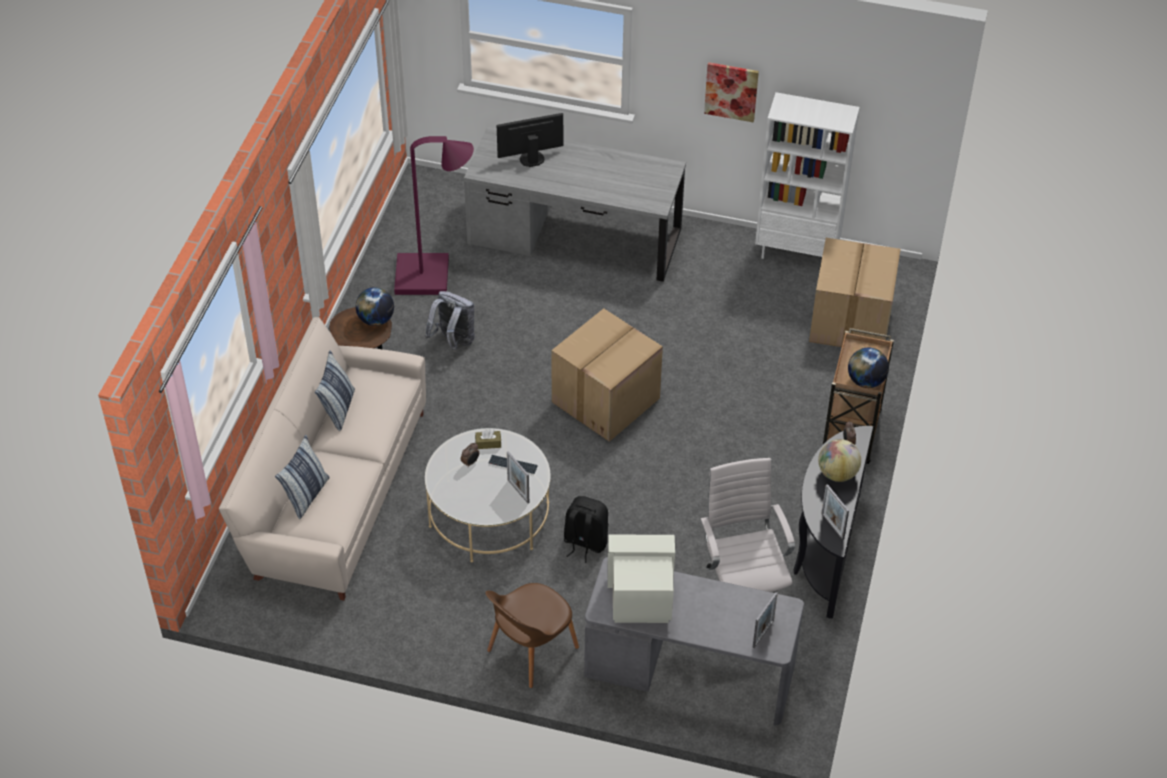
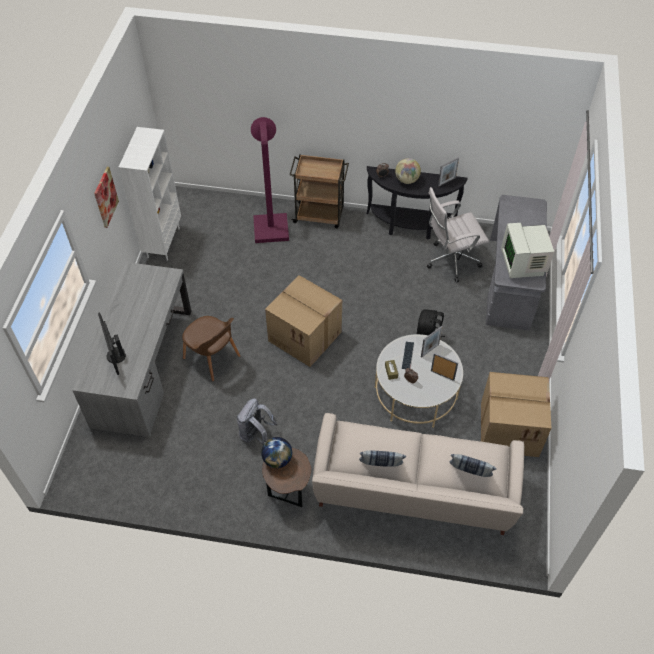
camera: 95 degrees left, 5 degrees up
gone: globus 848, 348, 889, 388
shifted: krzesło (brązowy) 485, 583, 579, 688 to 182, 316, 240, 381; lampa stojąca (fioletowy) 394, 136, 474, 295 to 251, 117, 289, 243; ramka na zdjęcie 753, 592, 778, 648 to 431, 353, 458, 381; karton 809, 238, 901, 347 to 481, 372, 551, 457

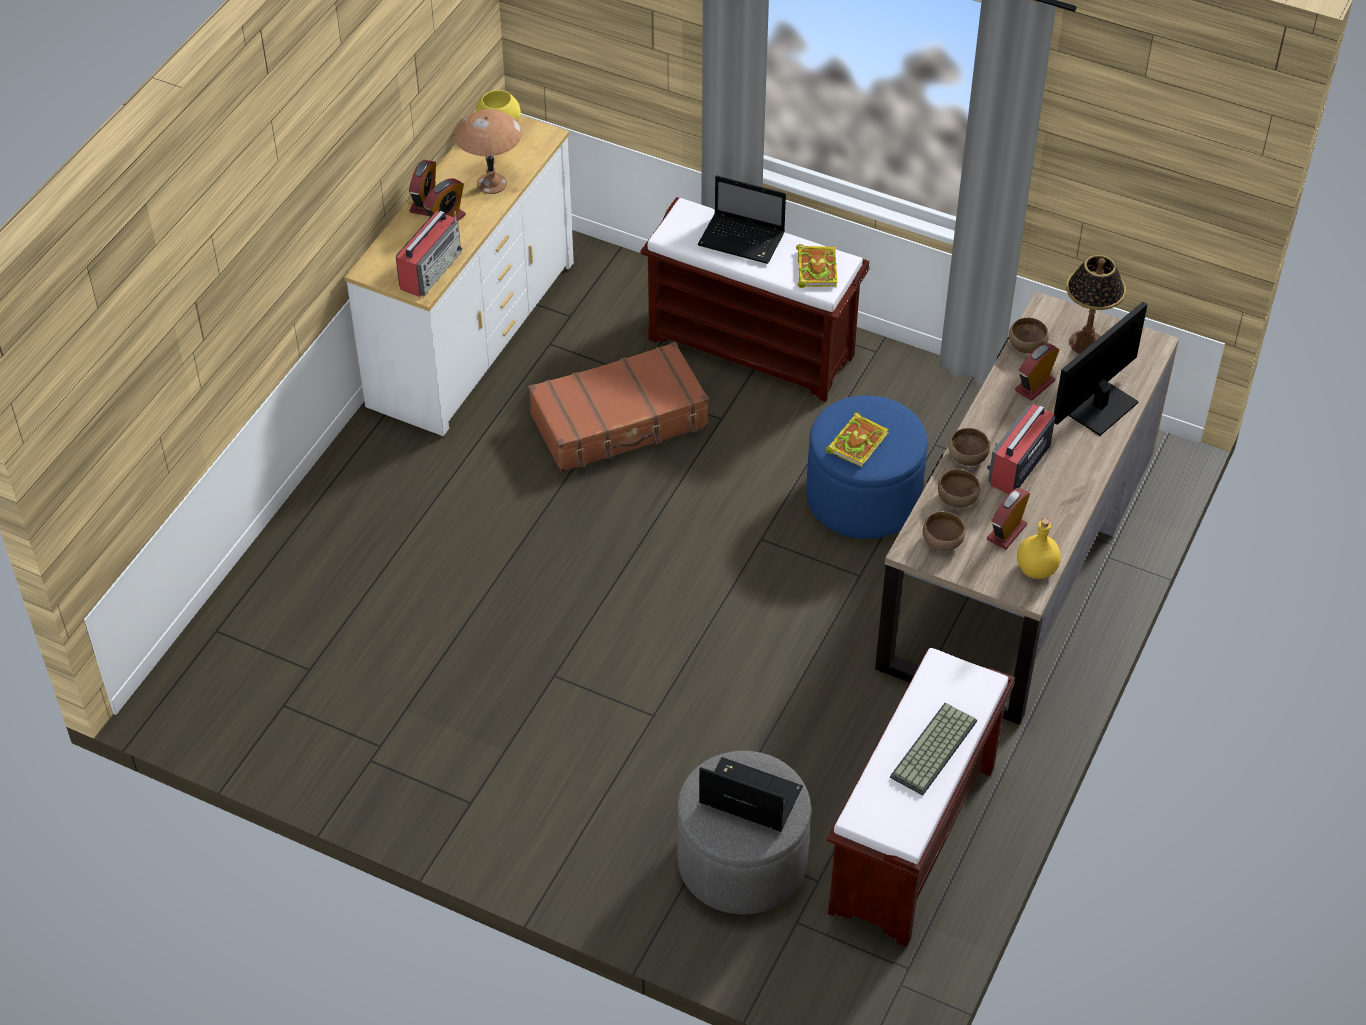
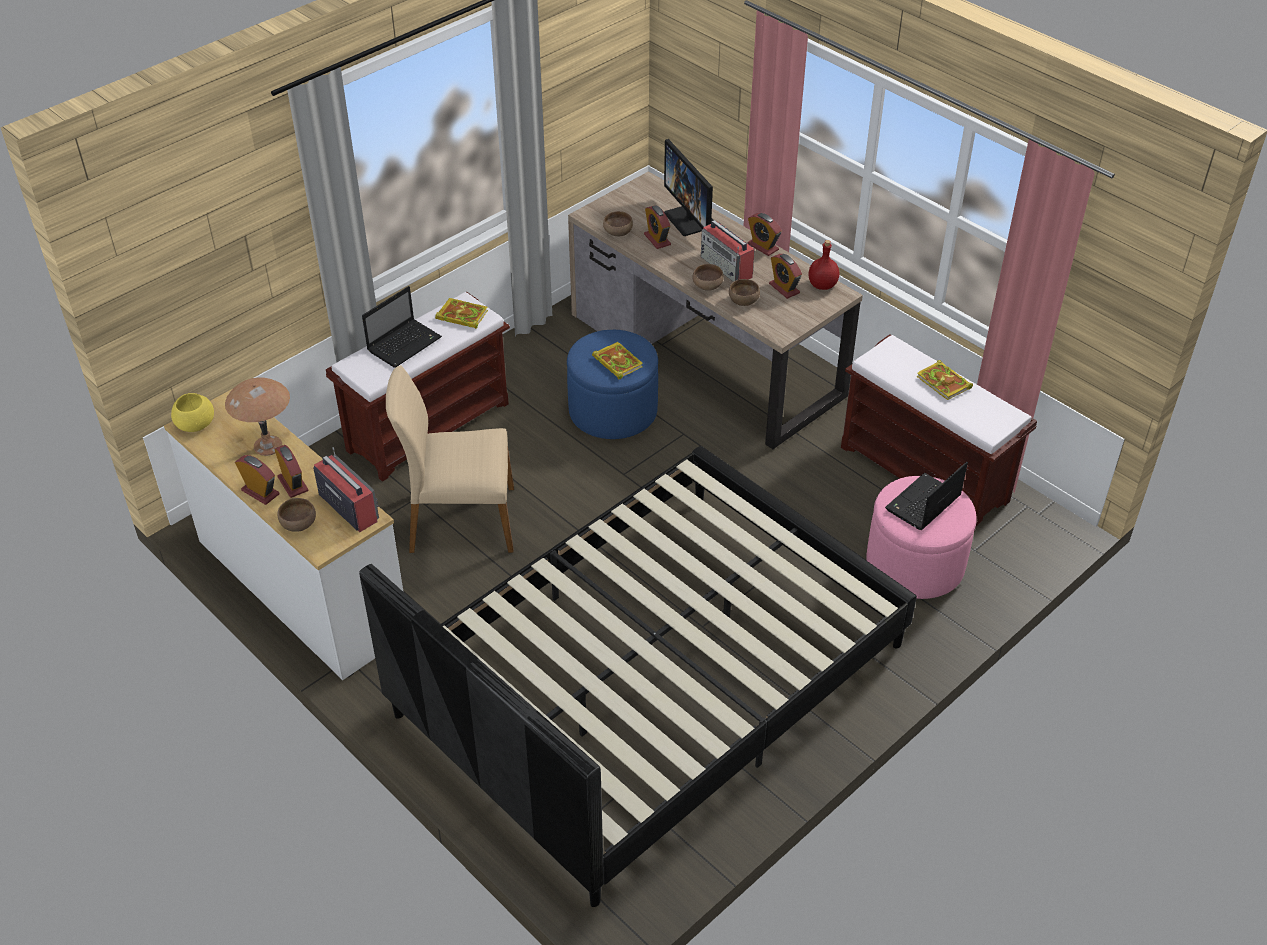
camera: 70 degrees left, 5 degrees down
gone: lampa stołowa 1066, 255, 1126, 354
new: łóżko (czarny) 359, 446, 917, 907; budzik 747, 213, 782, 256
shifted: miska (brązowy) 923, 511, 966, 551 to 278, 498, 316, 532
swapped: walizka (brązowy) 528, 342, 709, 472 to krzesło (beżowy) 386, 365, 514, 553; klawiatura 890, 703, 977, 796 to książka 916, 360, 973, 400
repainted: butelka (żółty) 1017, 518, 1061, 579 to butelka (czerwony) 808, 240, 839, 290; pufa (szary) 677, 751, 811, 915 to pufa (różowy) 866, 476, 977, 599

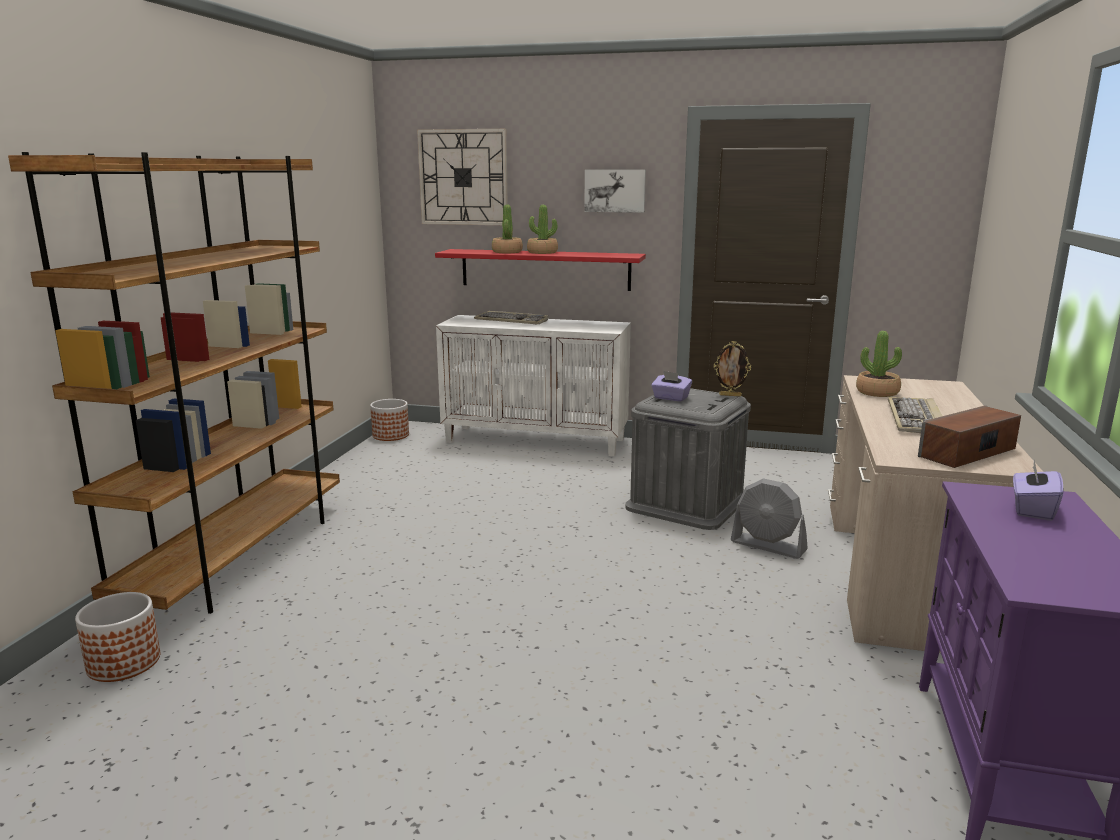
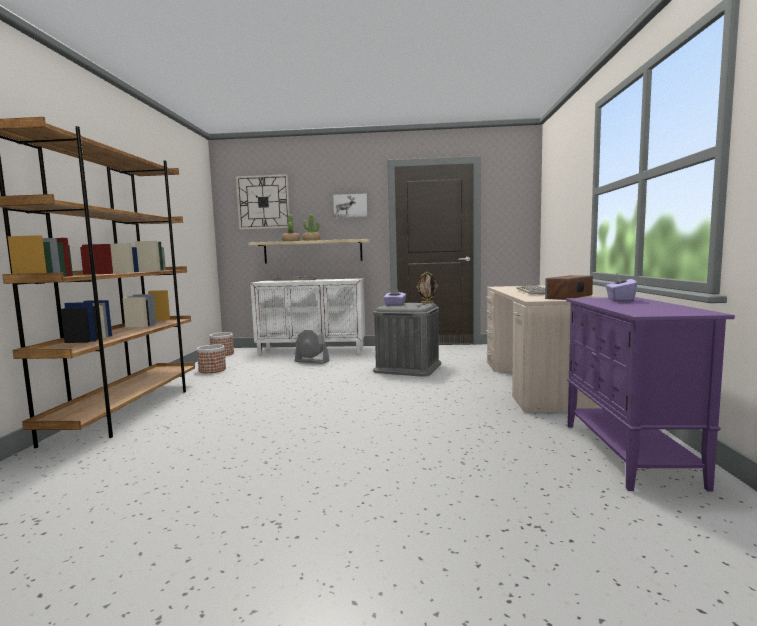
camera: 10 degrees left, 10 degrees down
gone: roślina doniczkowa 856, 331, 902, 397
shifted: donica 75, 592, 160, 682 to 197, 344, 226, 373; wentylator (szary) 731, 478, 808, 559 to 295, 328, 330, 364
repainted: półka (czerwony) 435, 249, 646, 291 to półka (beżowy) 249, 239, 370, 263

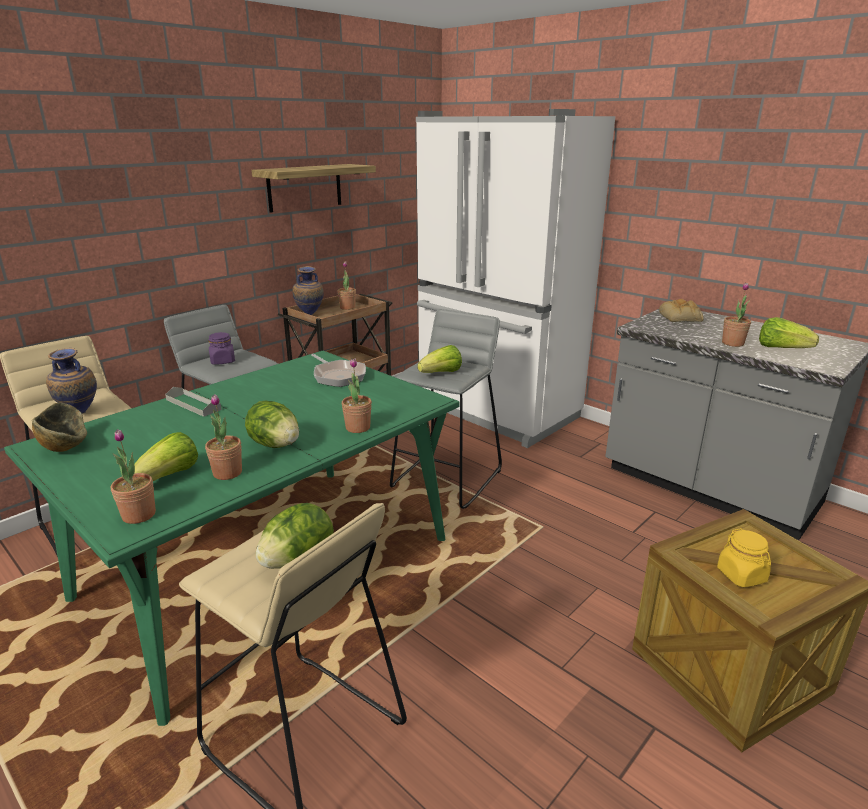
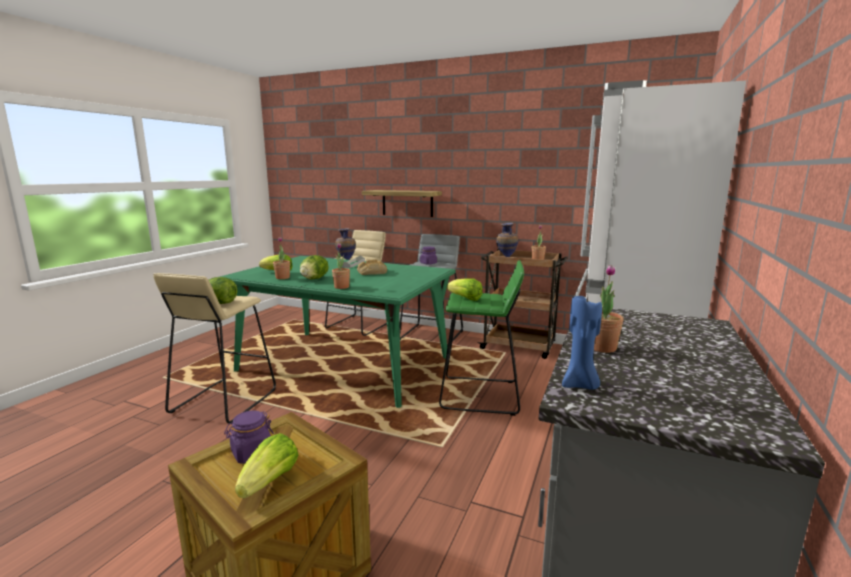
camera: 70 degrees right, 10 degrees down
gone: miska 32, 403, 87, 452; roślina doniczkowa 111, 429, 156, 524; patelnia 312, 354, 366, 387
new: świeca (niebieski) 562, 295, 602, 390
shifted: sałata 759, 317, 819, 348 to 235, 433, 299, 499; chleb 659, 299, 704, 322 to 357, 260, 387, 275; półka 251, 164, 376, 213 to 362, 190, 442, 217
repainted: słoik (żółty) 717, 528, 771, 587 to słoik (fioletowy) 224, 410, 274, 464; stołek (szary) 390, 309, 502, 509 to stołek (zielony) 439, 260, 524, 416

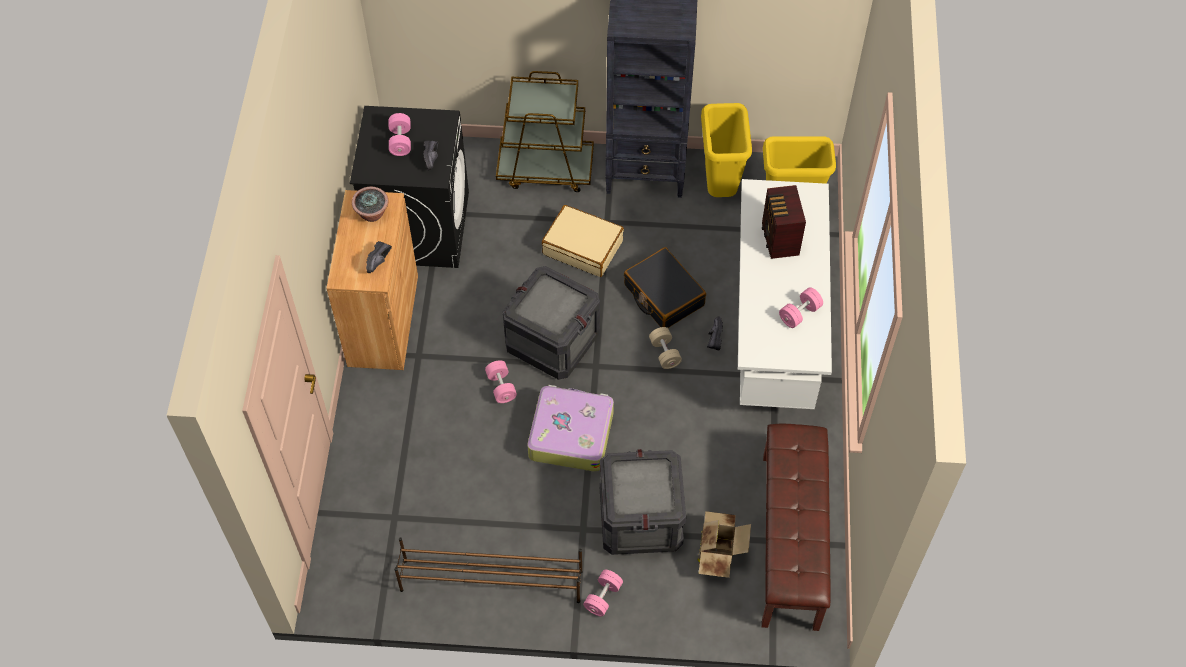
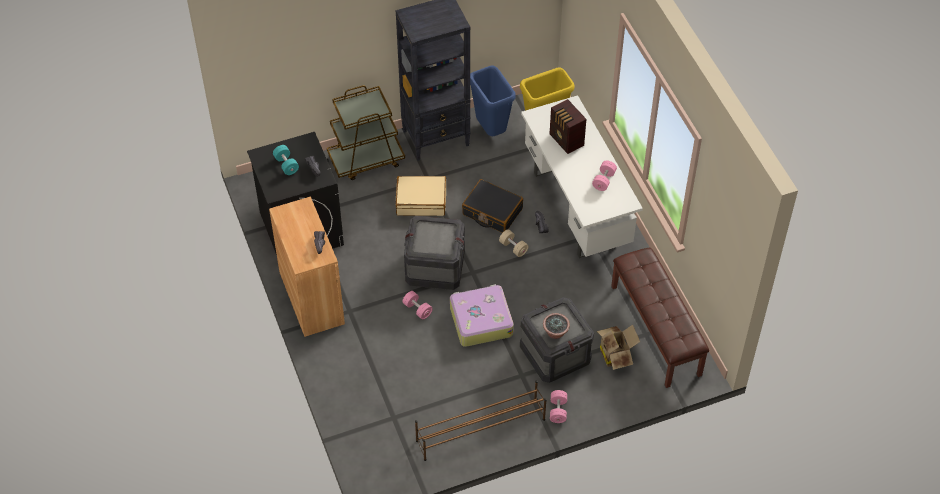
camera: 25 degrees left, 5 degrees down
shifted: roślina doniczkowa 352, 187, 388, 222 to 543, 313, 570, 339
repainted: hantel (różowy) 389, 113, 411, 156 to hantel (turkusowy) 273, 145, 299, 175; kosz na śmieci (żółty) 701, 103, 752, 197 to kosz na śmieci (niebieski) 470, 66, 516, 136

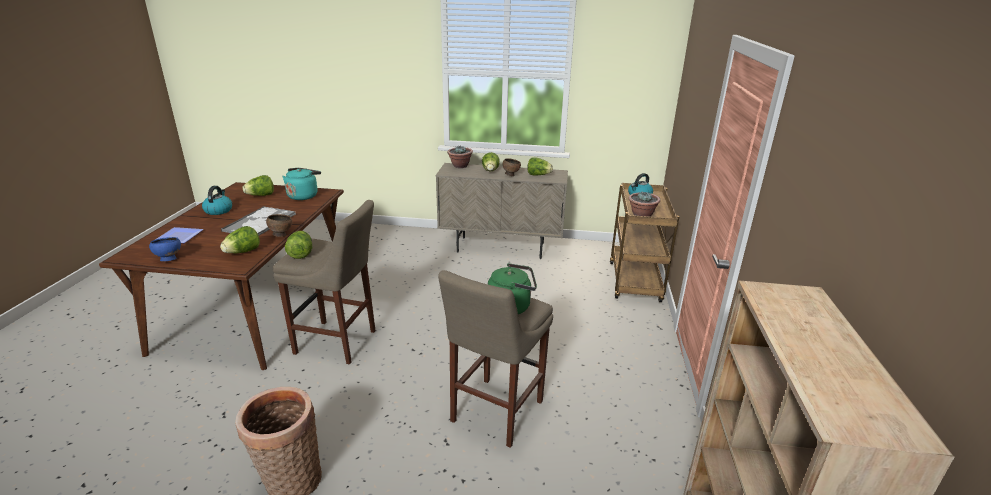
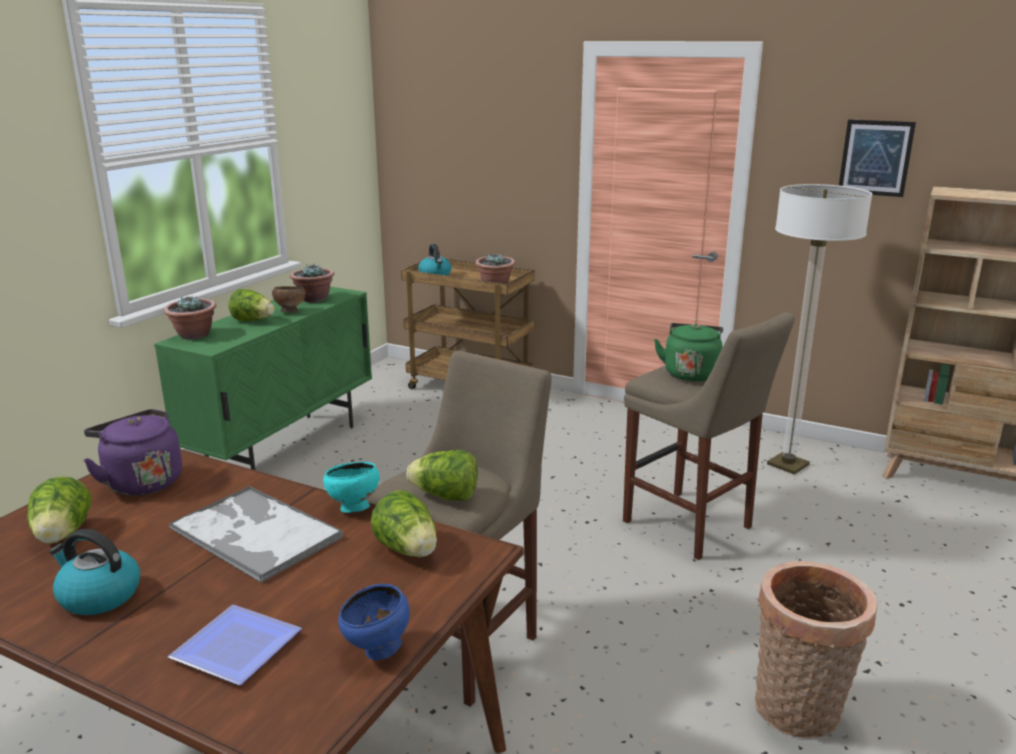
camera: 70 degrees left, 5 degrees down
new: lampa stojąca 767, 184, 872, 474; obraz 839, 119, 916, 197
swapped: sałata 527, 157, 553, 176 to roślina doniczkowa 289, 263, 334, 303
repainted: czajnik (turkusowy) 282, 168, 321, 200 to czajnik (fioletowy) 83, 409, 182, 496; szafka (beżowy) 436, 163, 568, 259 to szafka (zielony) 154, 287, 372, 470; miska (brązowy) 266, 214, 292, 237 to miska (turkusowy) 323, 462, 380, 513

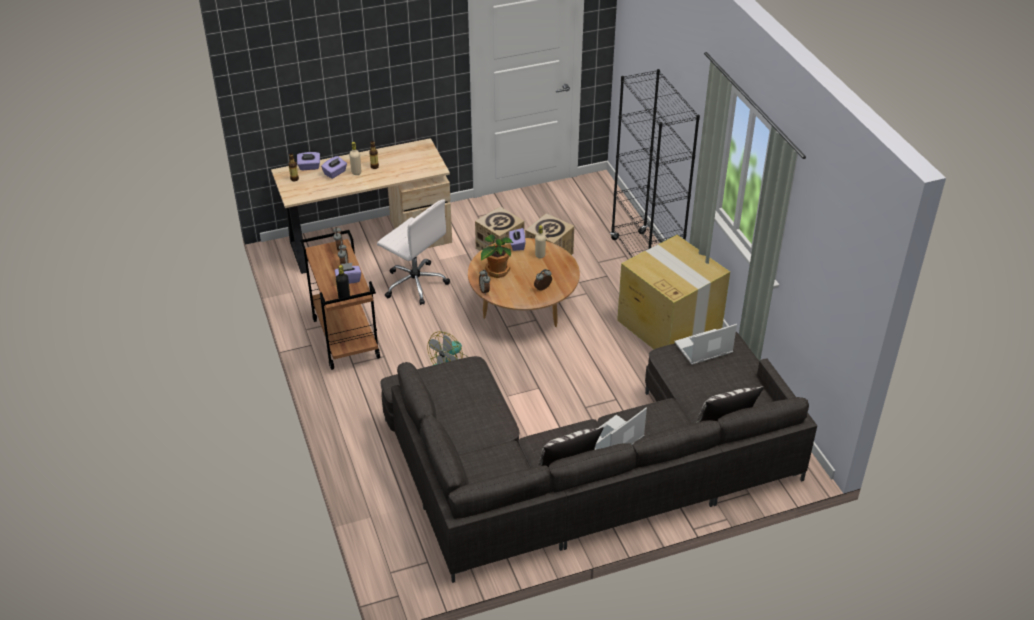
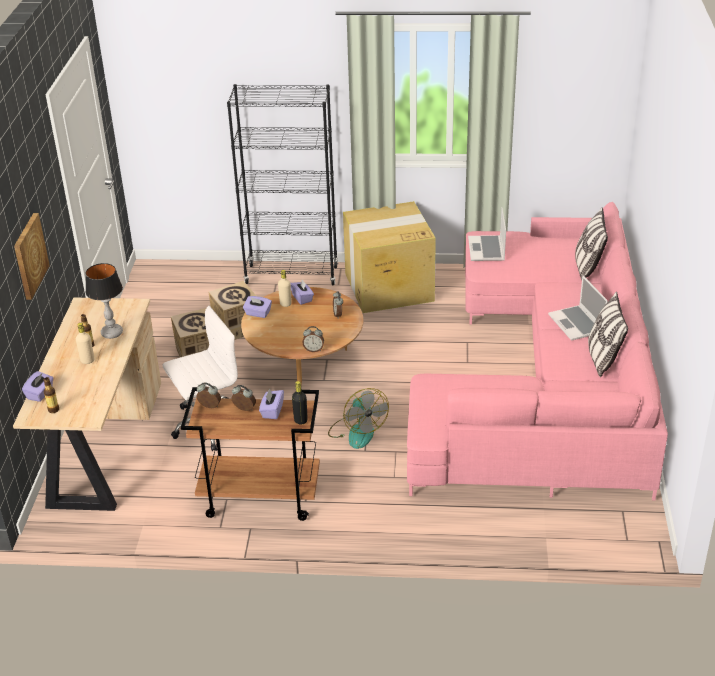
camera: 65 degrees left, 5 degrees down
gone: roślina doniczkowa 481, 234, 514, 278
new: obraz 14, 213, 50, 300; lampa stołowa 85, 263, 123, 339
shifted: pudełko chusteczek (fioletowy) 321, 156, 347, 179 to 291, 280, 314, 305
repainted: kanapa (szary) 380, 332, 817, 583 to kanapa (różowy) 407, 202, 668, 500

